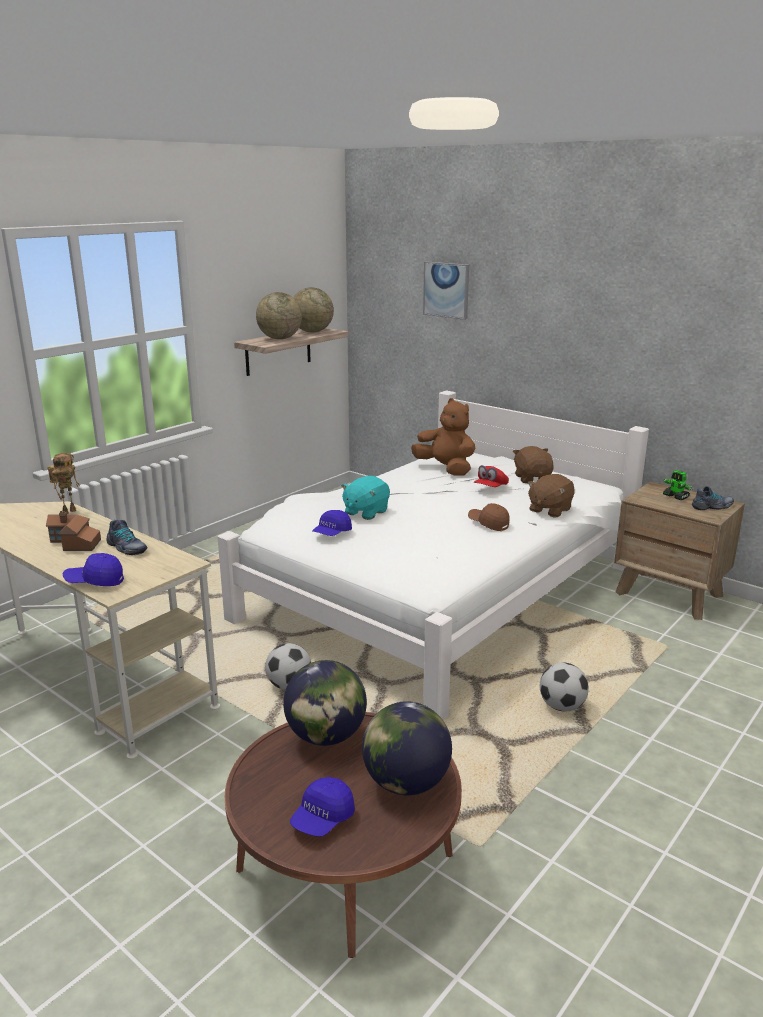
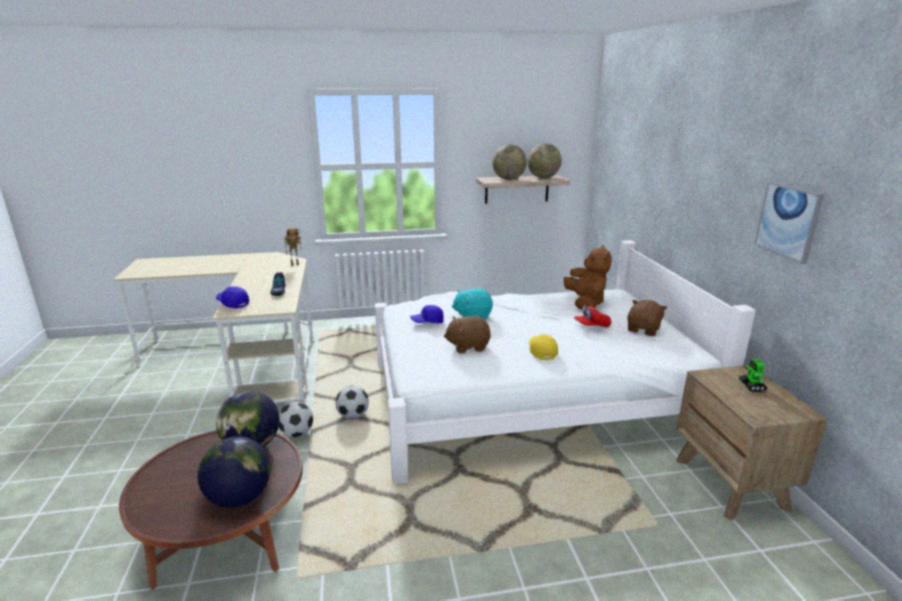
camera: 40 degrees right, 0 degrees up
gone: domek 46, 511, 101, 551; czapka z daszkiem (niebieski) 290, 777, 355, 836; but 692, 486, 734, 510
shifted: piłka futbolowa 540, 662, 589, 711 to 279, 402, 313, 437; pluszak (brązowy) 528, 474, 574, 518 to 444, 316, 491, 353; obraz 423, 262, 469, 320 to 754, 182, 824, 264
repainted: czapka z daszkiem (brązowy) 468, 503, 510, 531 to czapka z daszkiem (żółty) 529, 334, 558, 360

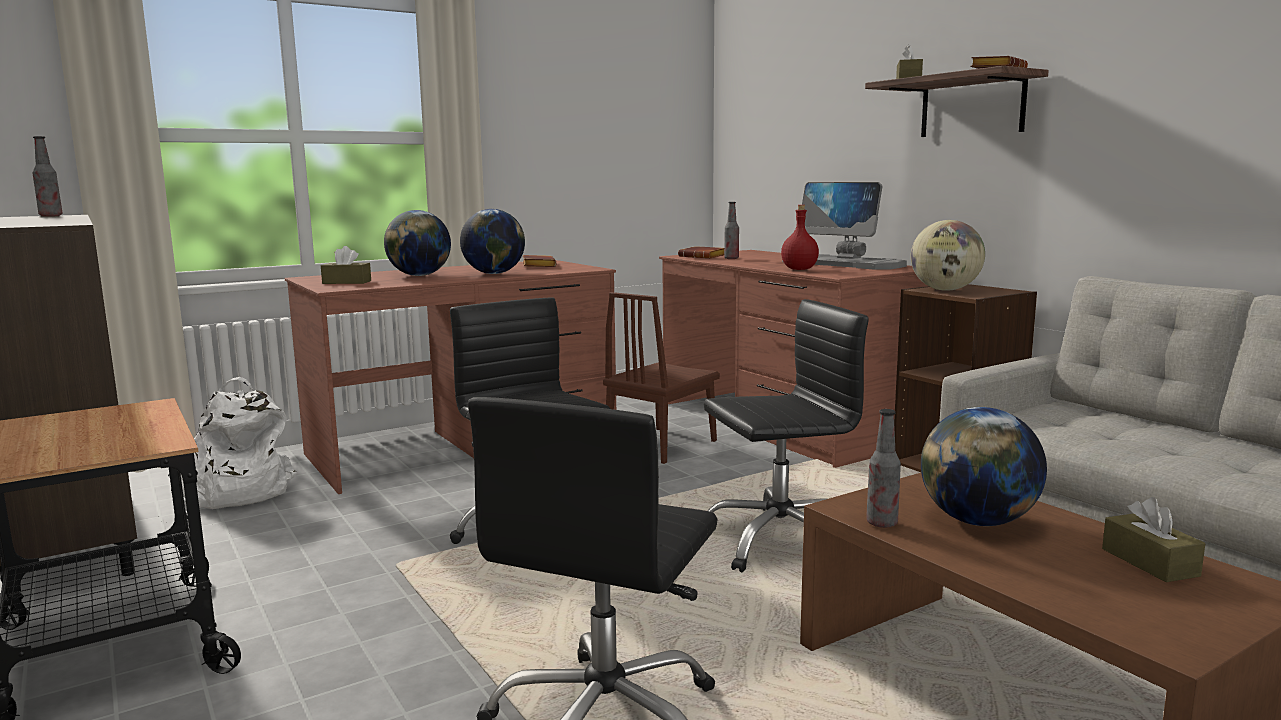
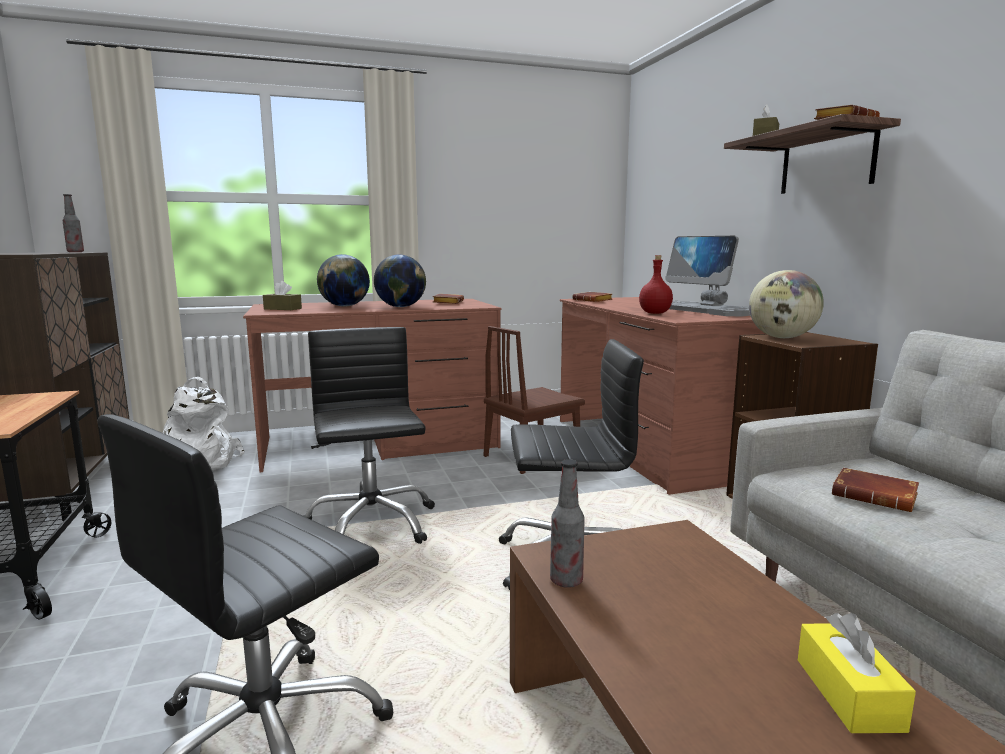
camera: 15 degrees right, 0 degrees up
gone: butelka 724, 202, 739, 259; globus 921, 407, 1047, 526
new: książka (brązowy) 832, 467, 919, 512
repainted: pudełko chusteczek (brązowy) 1102, 497, 1205, 582 to pudełko chusteczek (żółty) 798, 613, 916, 733

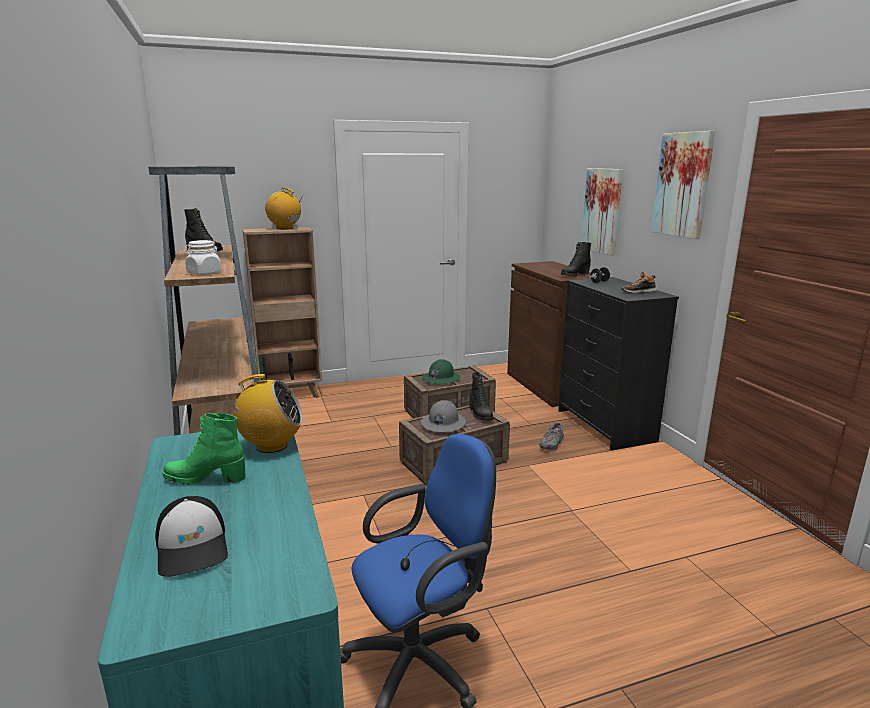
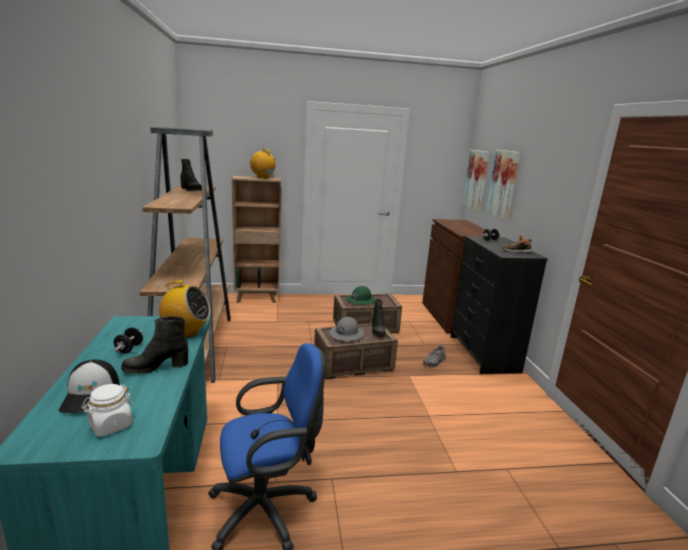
camera: 10 degrees right, 0 degrees up
shifted: słoik (biały) 184, 240, 221, 275 to 81, 384, 133, 437; but z cholewką (czarny) 561, 242, 591, 276 to 121, 316, 188, 374; obraz 651, 131, 715, 239 to 462, 150, 490, 212
swapped: but z cholewką (zielony) 162, 413, 246, 485 to hantel (czarny) 114, 327, 143, 353

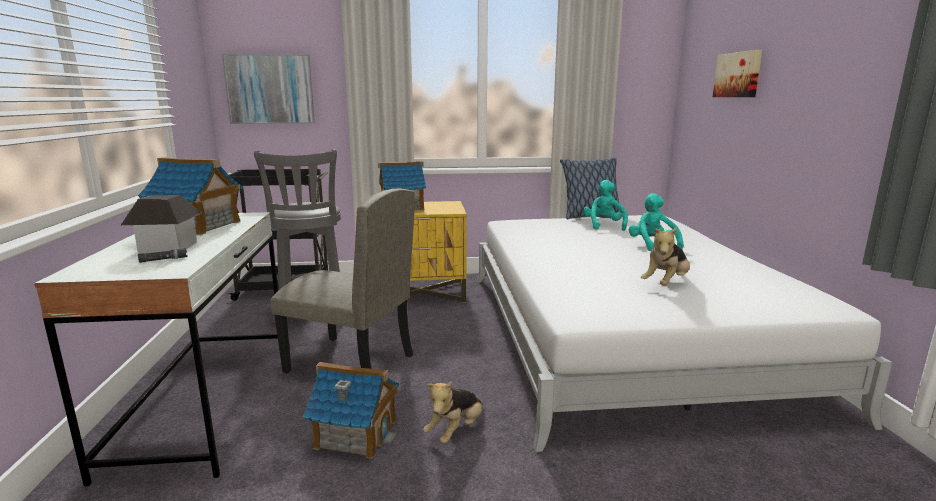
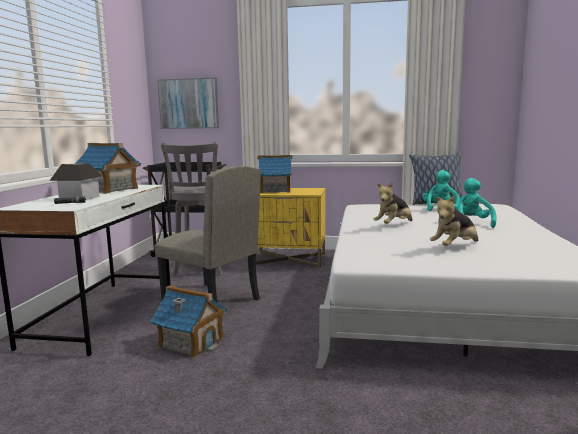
camera: 15 degrees right, 5 degrees down
gone: obraz 713, 50, 762, 97
shifted: pluszak 423, 381, 483, 444 to 373, 182, 412, 224

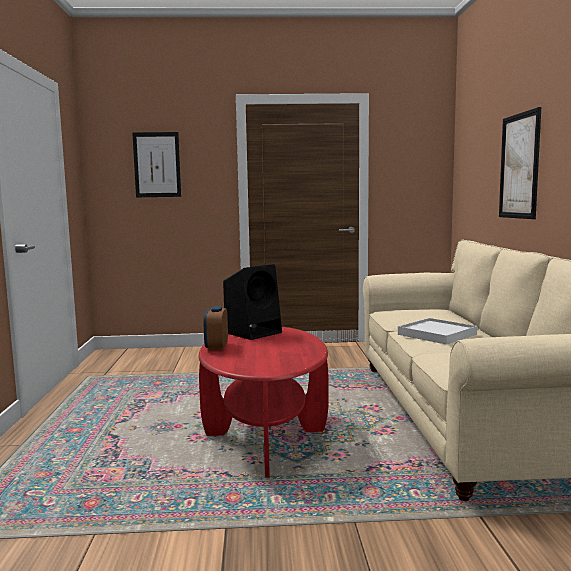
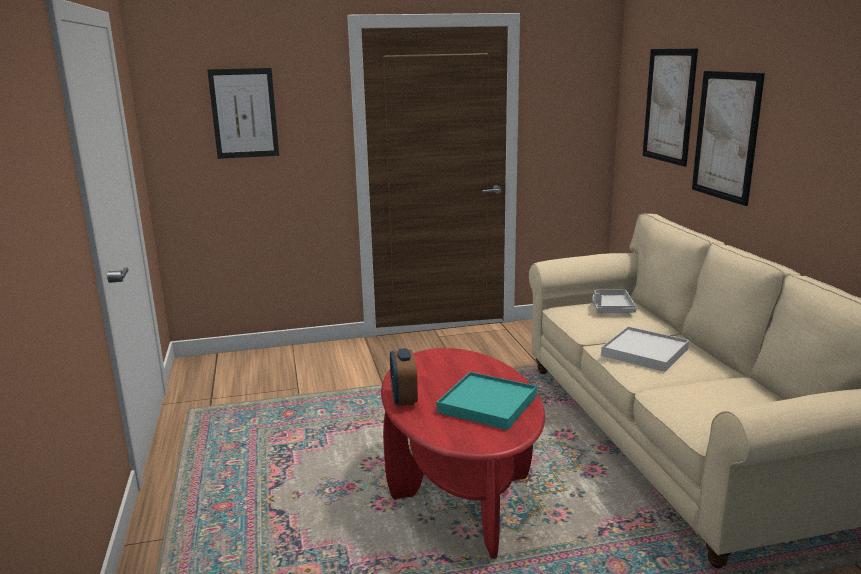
camera: 10 degrees left, 10 degrees up
gone: głośnik (czarny) 223, 264, 282, 340
new: taca (turkusowy) 437, 372, 537, 430; taca (szary) 593, 290, 636, 313; obraz 643, 48, 698, 167

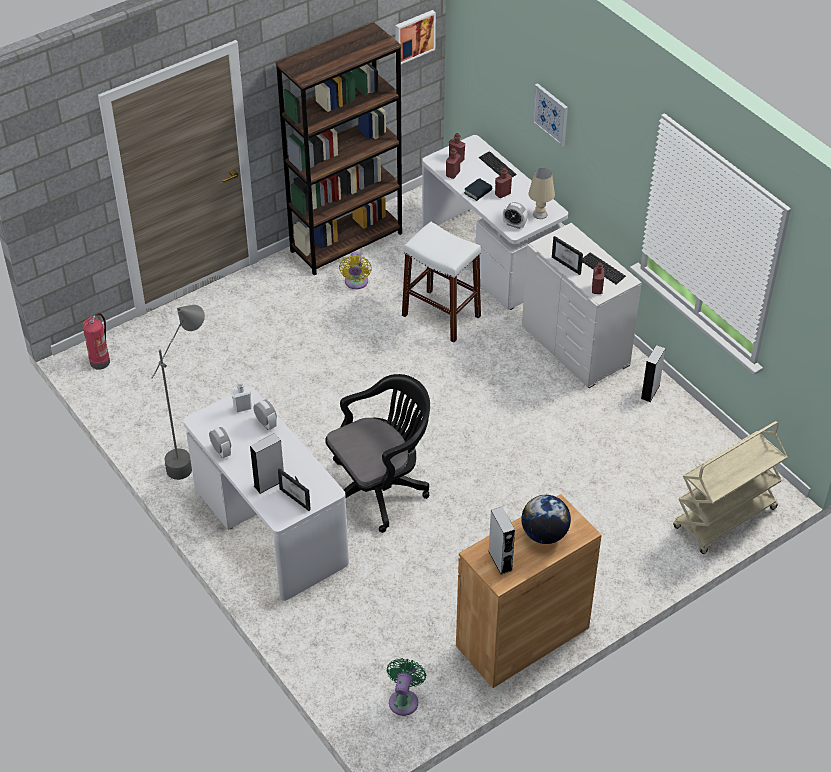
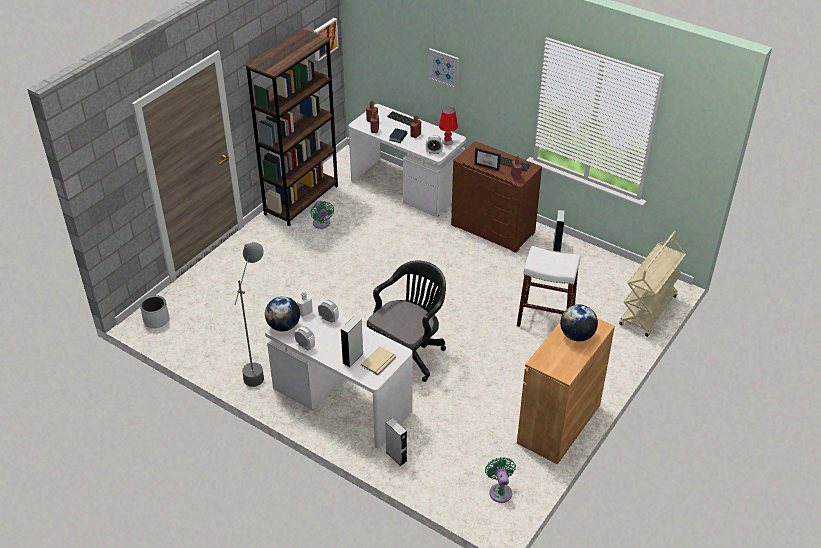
camera: 20 degrees left, 5 degrees down
new: globus 265, 296, 300, 331
shifted: głośnik (szary) 488, 507, 515, 575 to 385, 418, 407, 466; stołek (biały) 402, 222, 481, 343 to 517, 246, 581, 327
swapped: gaśnica 82, 313, 110, 370 to donica (szary) 140, 295, 169, 328; ramka na zdjęcie 278, 468, 311, 511 to książka (beżowy) 361, 346, 397, 375
repainted: wentylator (żółty) 339, 252, 372, 289 to wentylator (zielony) 311, 201, 334, 229; lampa stołowa (beżowy) 528, 168, 555, 219 to lampa stołowa (czerwony) 439, 107, 458, 145; komoda (biały) 522, 223, 642, 388 to komoda (brązowy) 451, 141, 542, 253

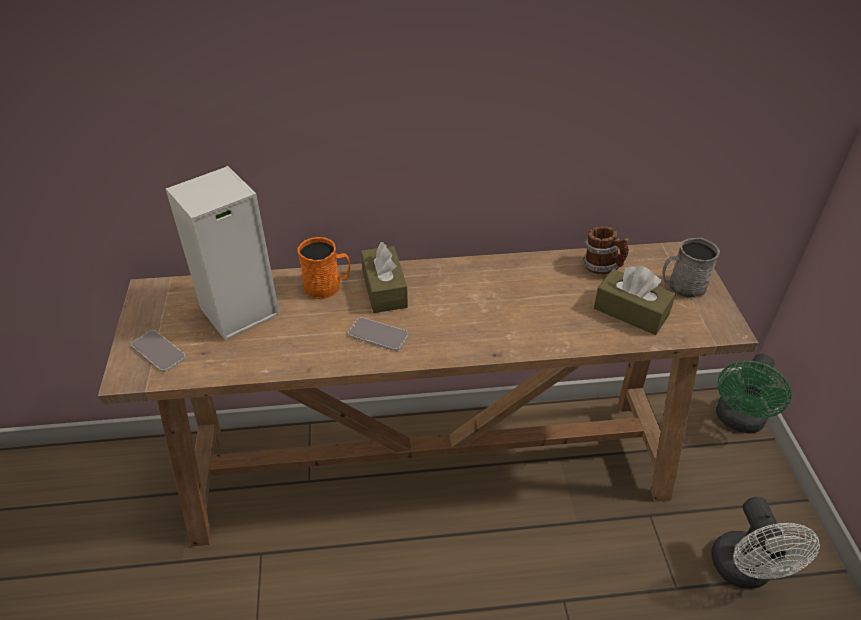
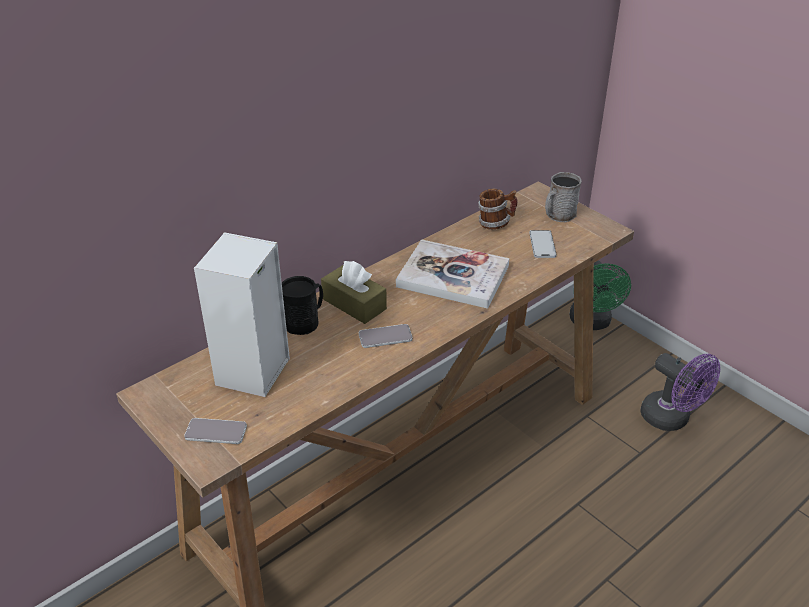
camera: 35 degrees left, 5 degrees down
new: książka 396, 239, 509, 309
swapped: pudełko chusteczek (brązowy) 594, 266, 676, 335 to telefon 529, 230, 557, 258
repainted: kubek (pomarańczowy) 297, 237, 351, 299 to kubek (czarny) 282, 276, 323, 335; wentylator (biały) 711, 497, 820, 589 to wentylator (fioletowy) 641, 353, 720, 431

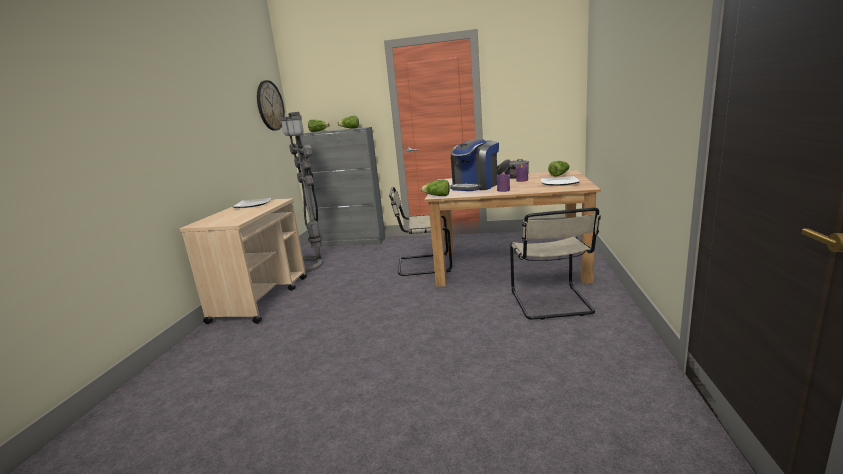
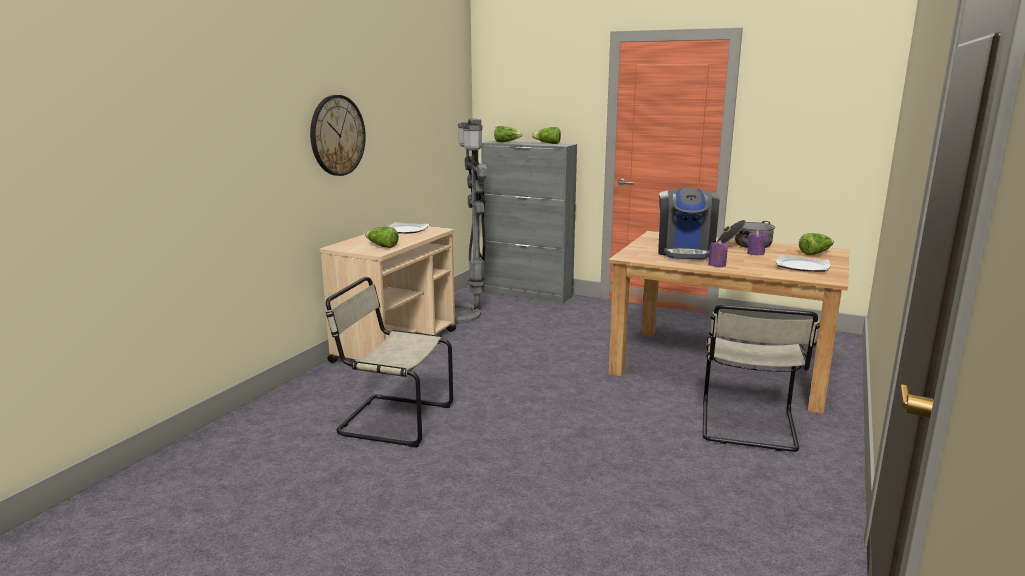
camera: 15 degrees right, 0 degrees up
shifted: zegar ścienny 257, 80, 285, 131 to 310, 95, 366, 176; krzesło (beżowy) 389, 187, 452, 276 to 326, 277, 453, 447; sałata 421, 179, 450, 196 to 365, 226, 399, 248
rotated: ekspres do kawy 450, 139, 499, 191 = 658, 188, 720, 260 45 degrees counterclockwise

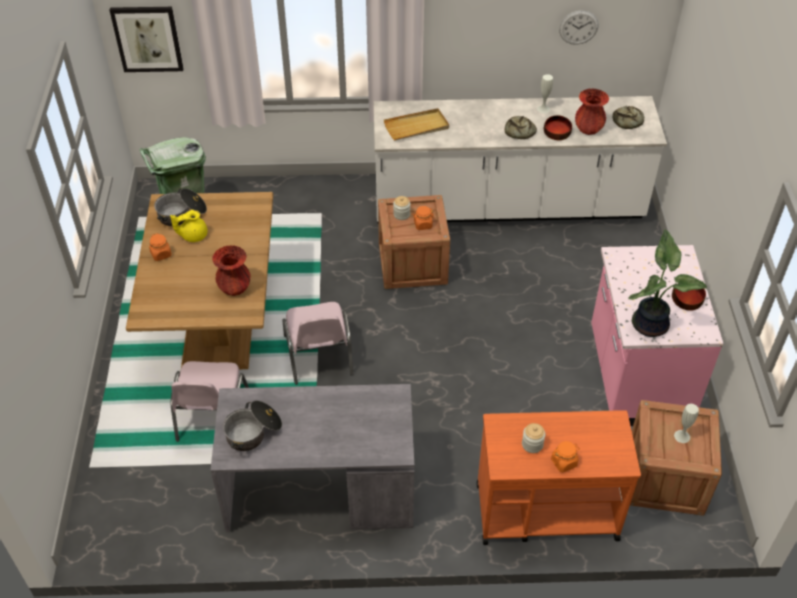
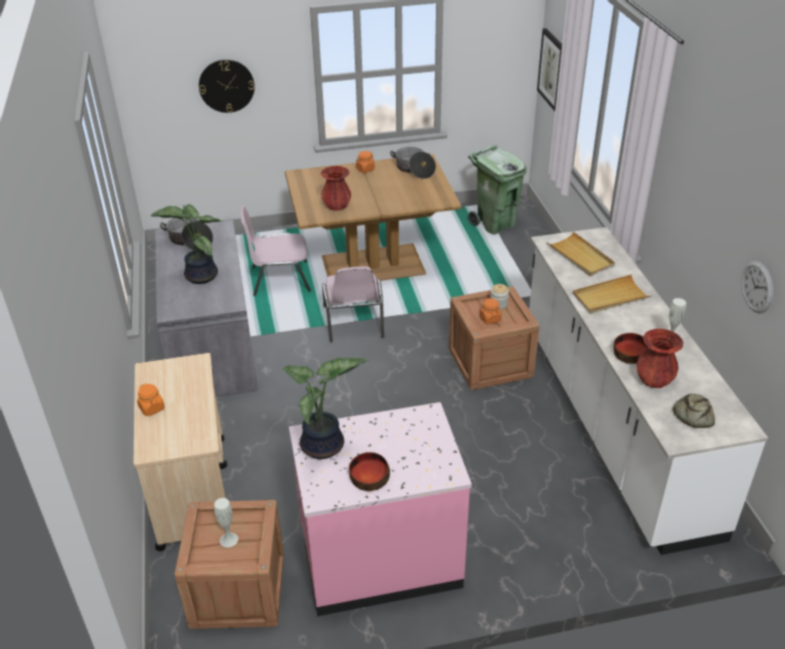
camera: 80 degrees right, 10 degrees down
gone: imbryk (żółty) 170, 210, 207, 242; chleb 505, 116, 537, 139; słoik 522, 423, 545, 453
new: roślina doniczkowa 151, 204, 222, 284; zegar ścienny 199, 59, 255, 113; taca (beżowy) 573, 275, 652, 314
repainted: wózek (pomarańczowy) 477, 410, 641, 545 to wózek (beżowy) 134, 353, 227, 551
rotated: krzesło (różowy) 282, 302, 353, 385 = 322, 266, 384, 342 75 degrees counterclockwise

